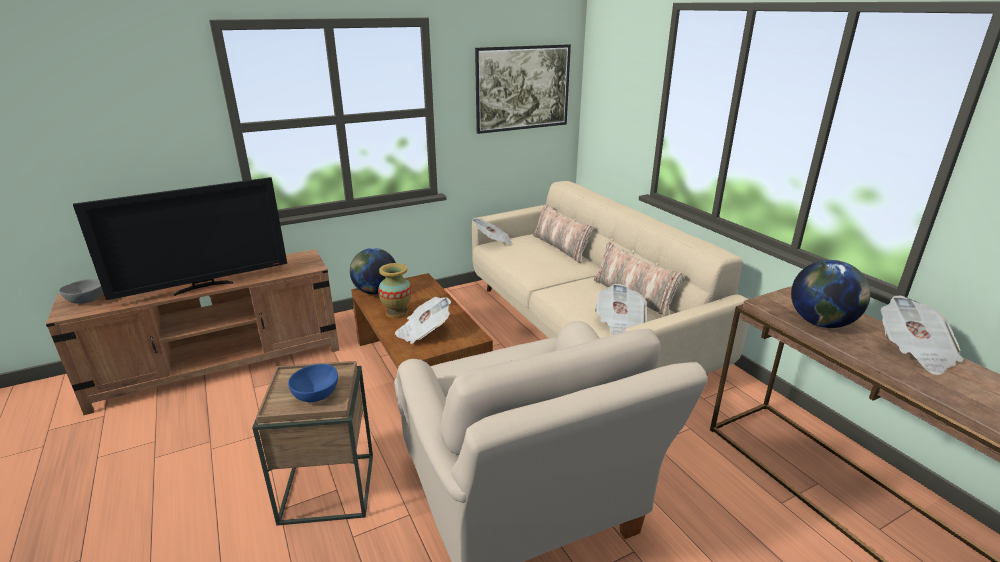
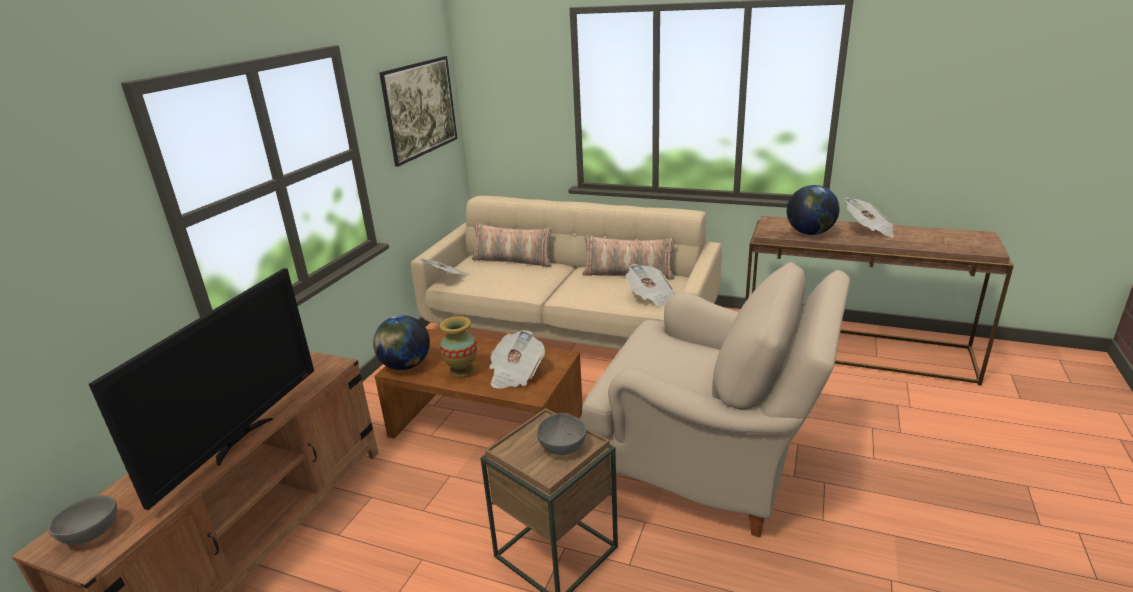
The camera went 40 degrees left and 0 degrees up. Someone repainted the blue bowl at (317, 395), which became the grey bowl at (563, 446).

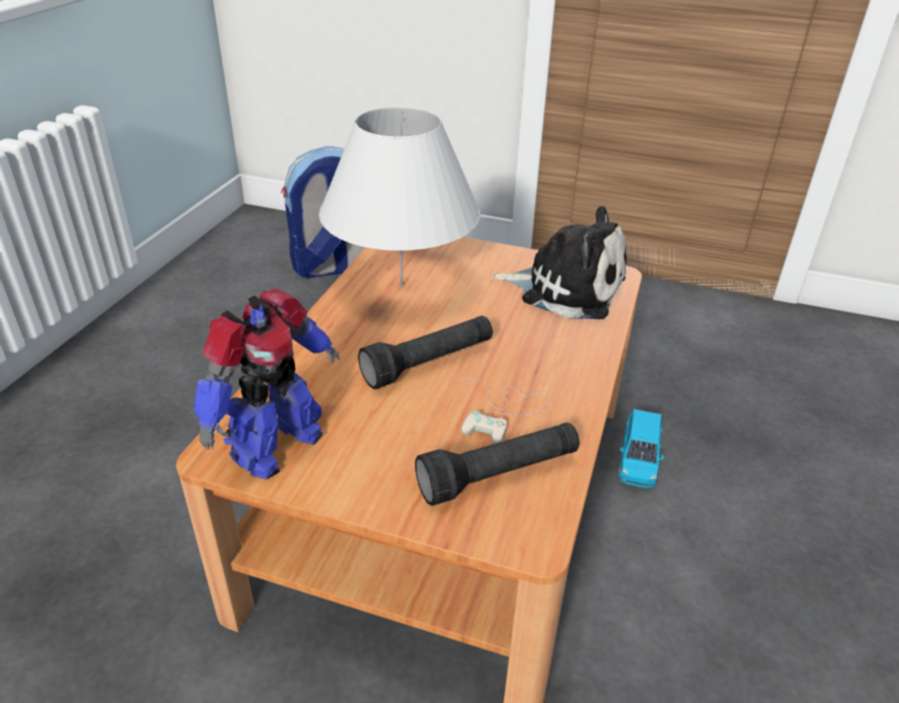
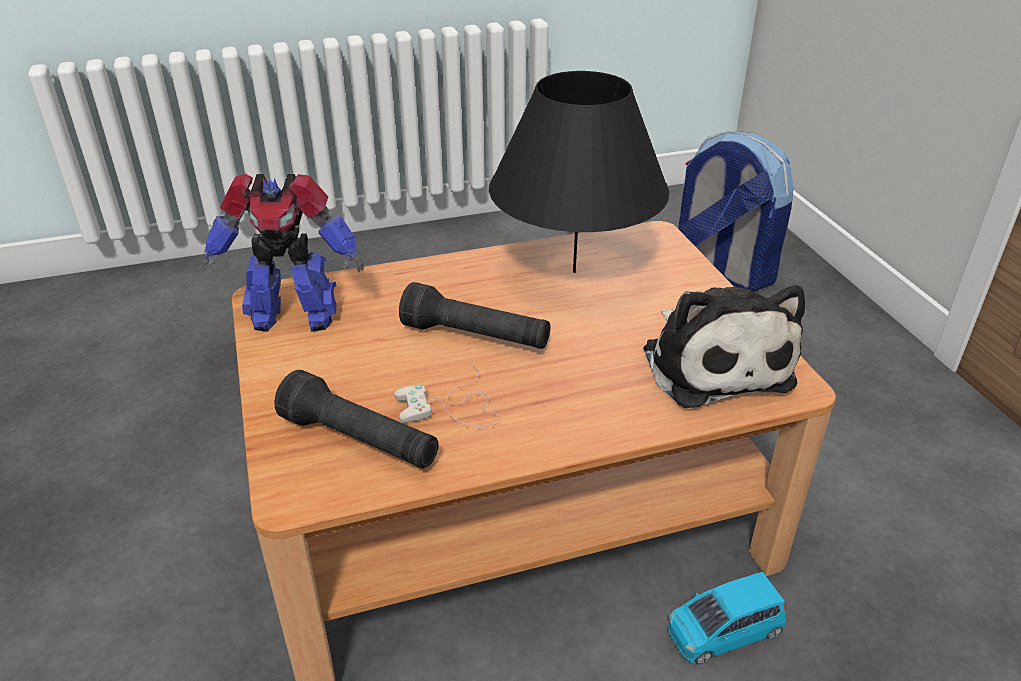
The camera went 55 degrees right and 0 degrees up. Someone repainted the white table lamp at (401, 286), which became the black table lamp at (574, 271).

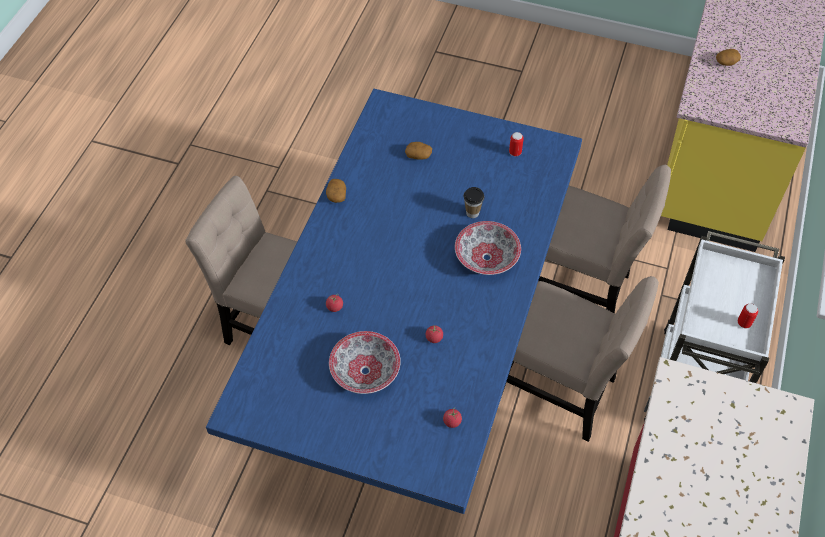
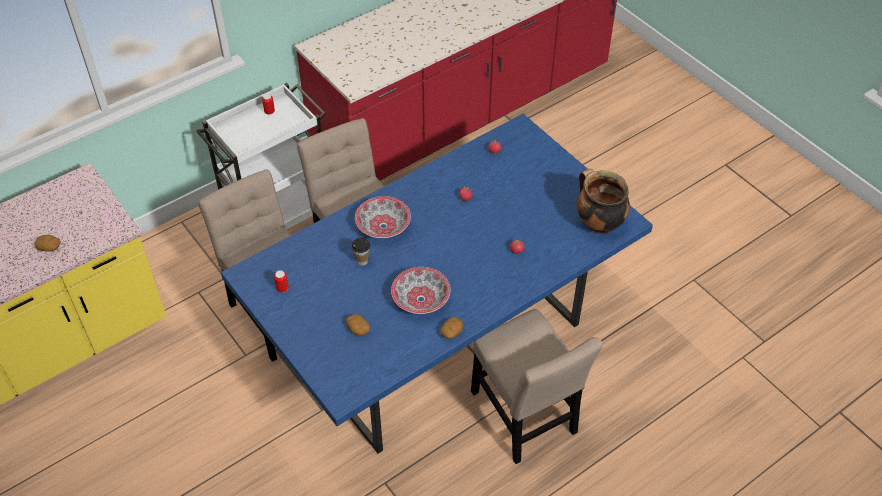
The camera went 145 degrees left and 5 degrees down. Someone carried the bowl from (364, 370) to (421, 299). Someone put down the cooking pot at (598, 223).

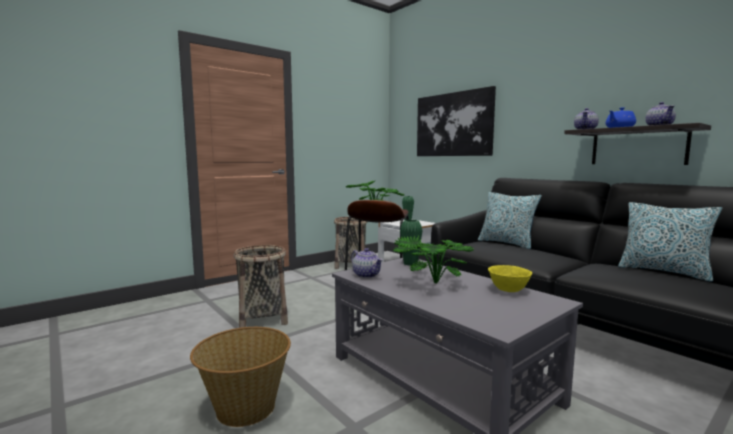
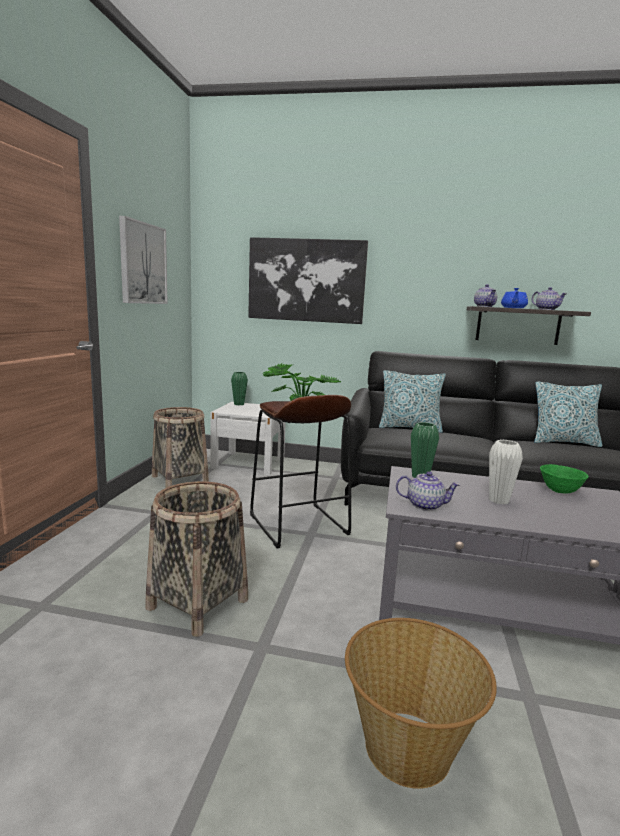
The camera went 40 degrees left and 5 degrees up. Someone put up the picture at (143, 263). Someone swapped the potted plant at (430, 283) for the white vase at (499, 500). Someone repainted the yellow bowl at (508, 290), which became the green bowl at (560, 491).

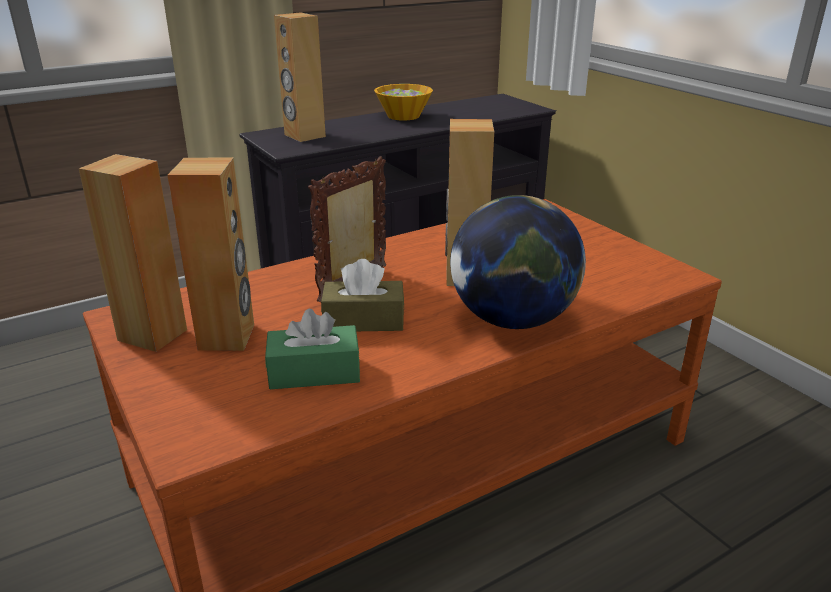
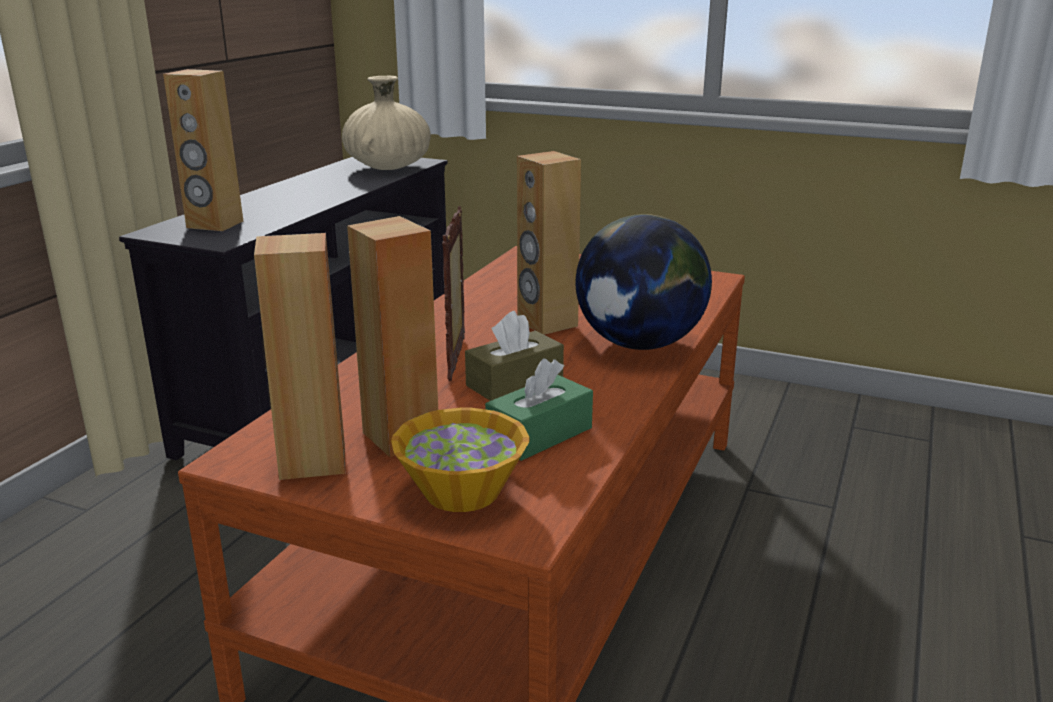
The camera went 35 degrees left and 5 degrees down. Someone put down the beige vase at (388, 167). Someone carried the bowl from (403, 116) to (461, 491).

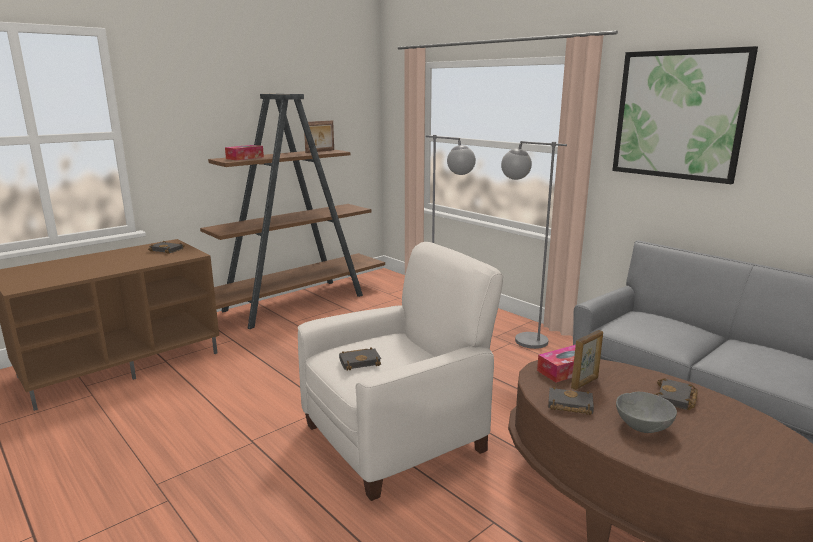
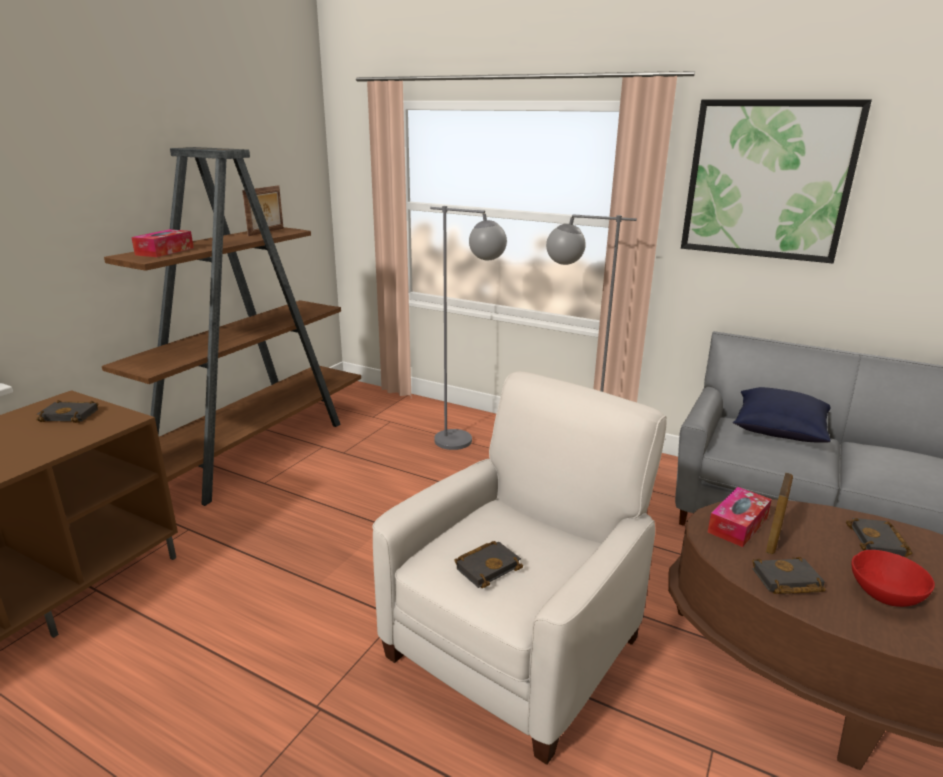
The camera went 20 degrees left and 5 degrees up. Someone put down the blue pillow at (778, 431). Someone repainted the grey bowl at (642, 426), which became the red bowl at (884, 595).

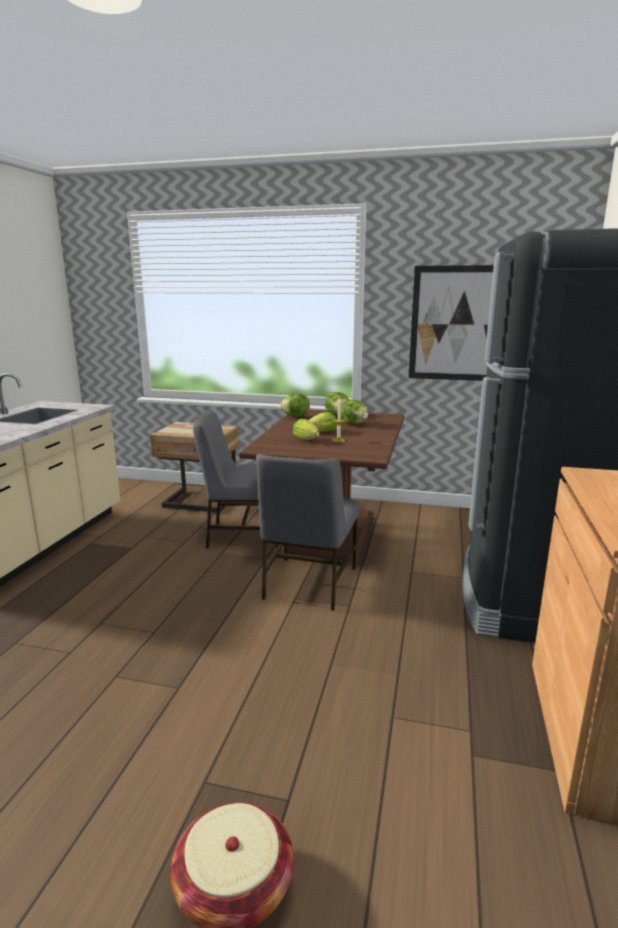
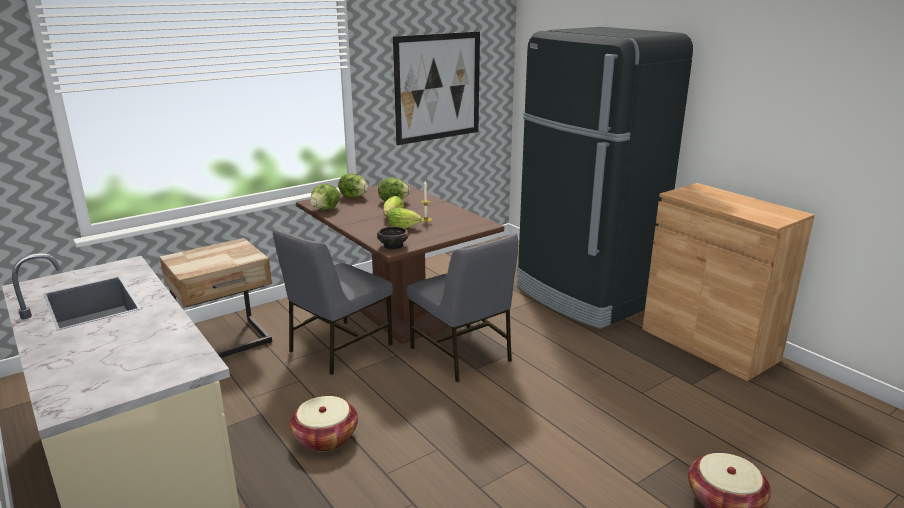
The camera went 50 degrees left and 5 degrees up. Someone put down the basket at (325, 437). Someone put down the bowl at (392, 246).

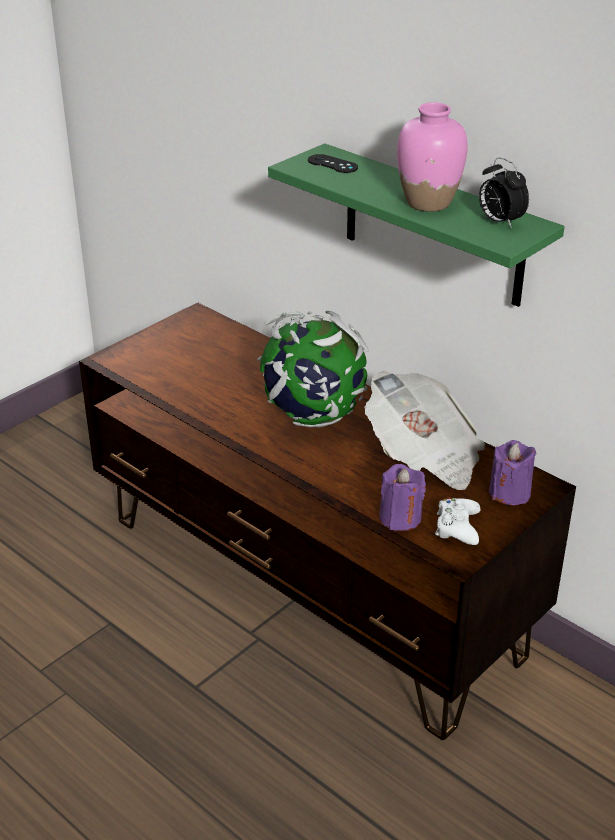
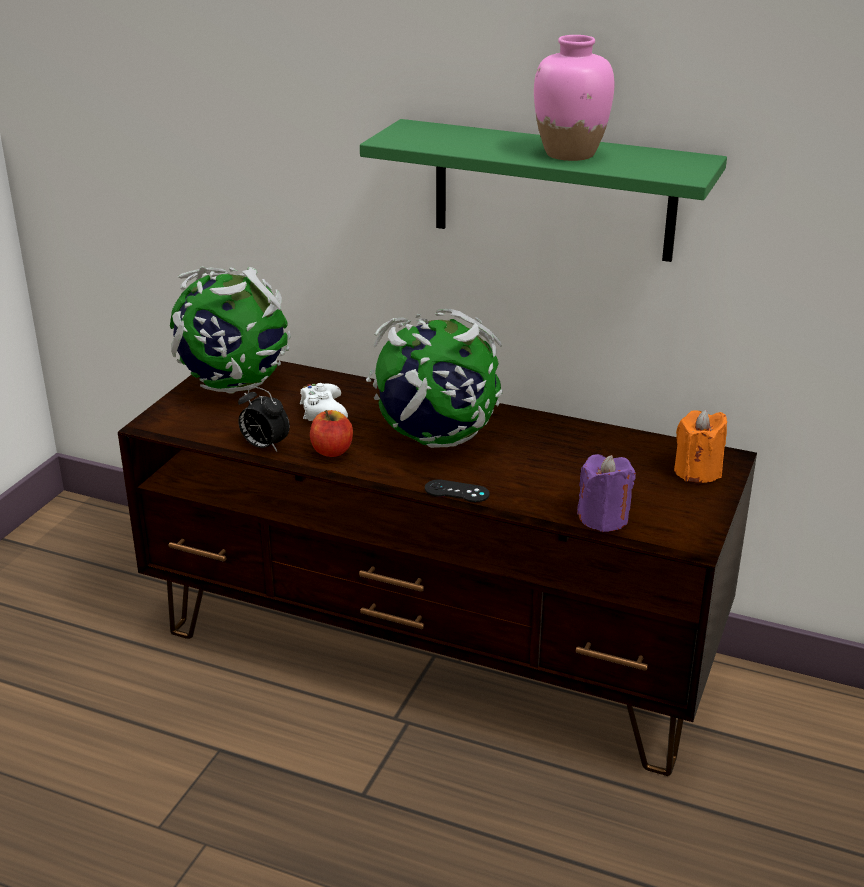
The camera went 20 degrees left and 5 degrees down. Someone put down the globe at (233, 385). Someone carried the alarm clock from (499, 222) to (264, 446). Someone carried the white game controller from (457, 527) to (323, 410). Someone put down the apple at (332, 451). Someone carried the black game controller from (332, 164) to (456, 491). Someone repainted the purple candle at (509, 493), which became the orange candle at (697, 471). Someone took away the newspaper at (424, 456).

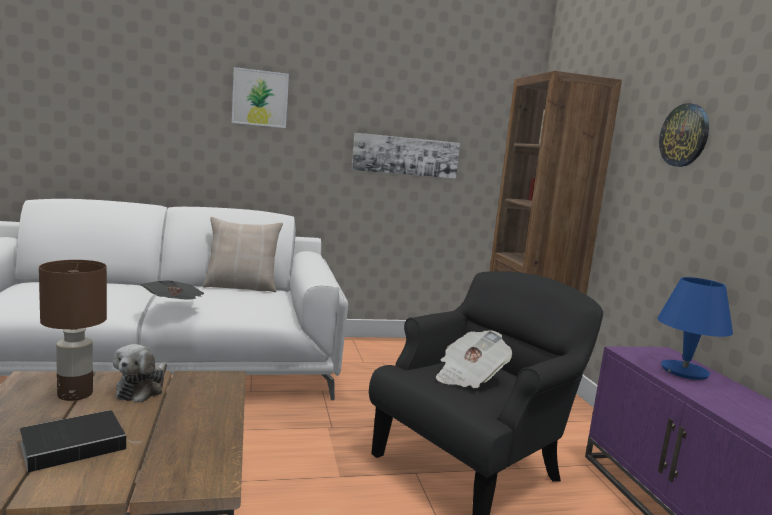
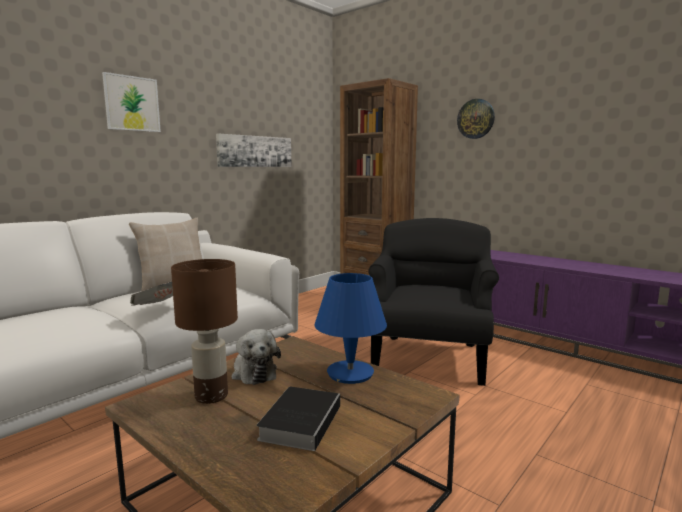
The camera went 35 degrees left and 0 degrees up. Someone carried the blue table lamp from (684, 371) to (350, 373). Someone took away the newspaper at (469, 377).

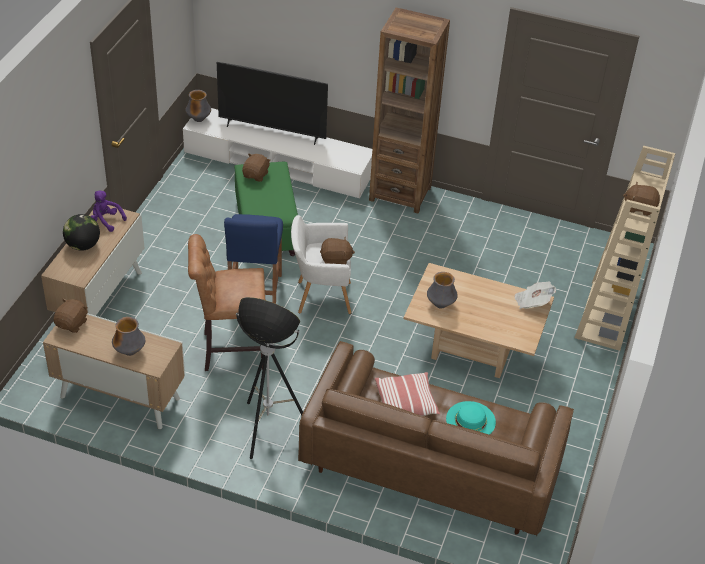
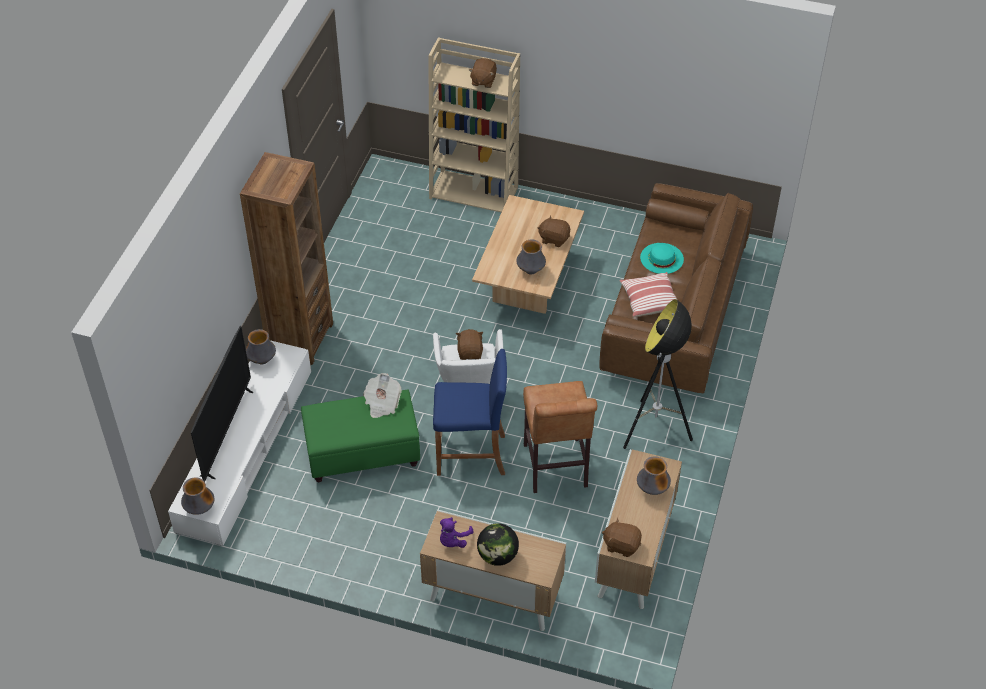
The camera went 90 degrees left and 5 degrees up. Someone put down the vase at (262, 360). Someone carried the newspaper from (532, 302) to (382, 403). Someone carried the brown plush toy from (256, 175) to (554, 239).

